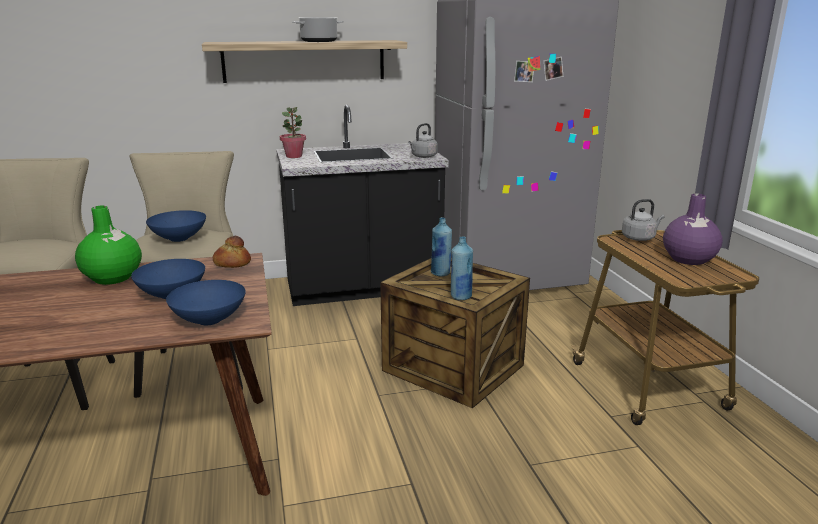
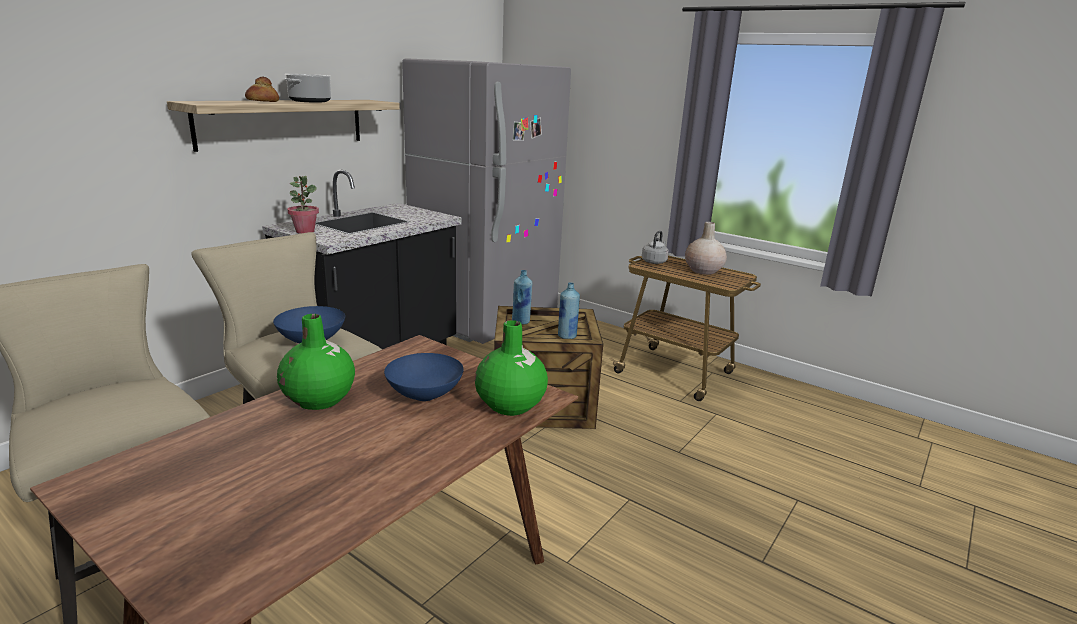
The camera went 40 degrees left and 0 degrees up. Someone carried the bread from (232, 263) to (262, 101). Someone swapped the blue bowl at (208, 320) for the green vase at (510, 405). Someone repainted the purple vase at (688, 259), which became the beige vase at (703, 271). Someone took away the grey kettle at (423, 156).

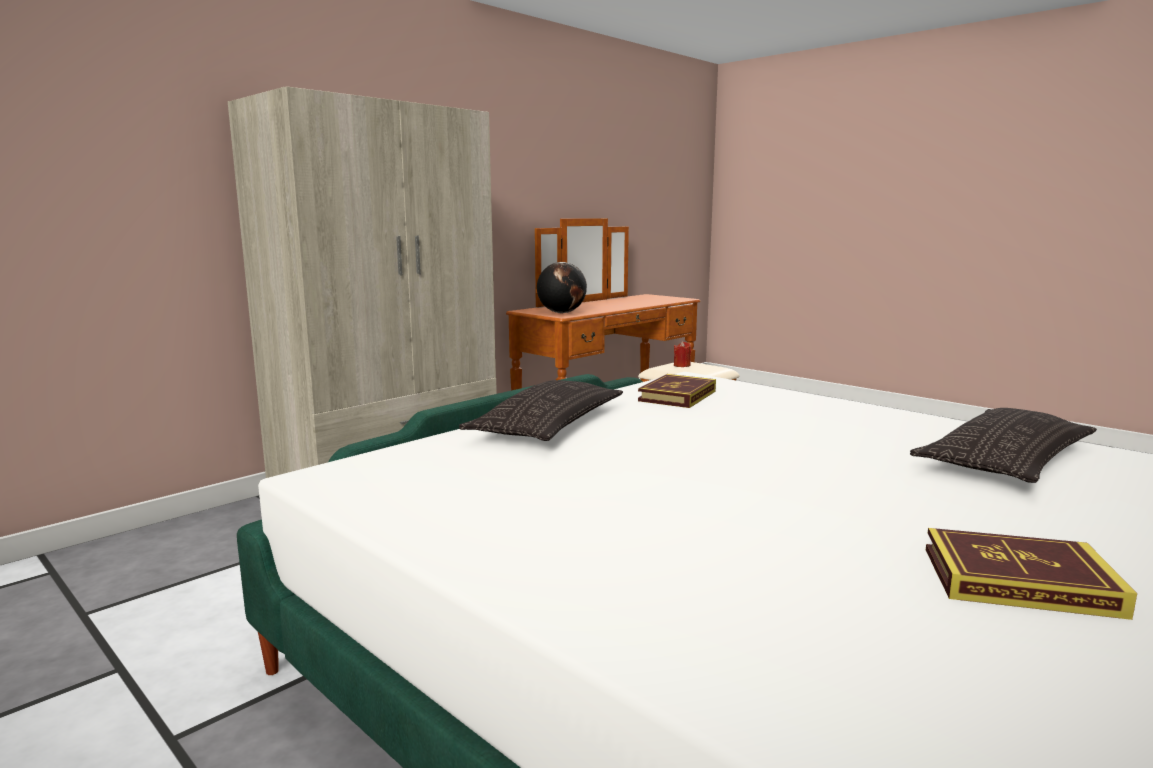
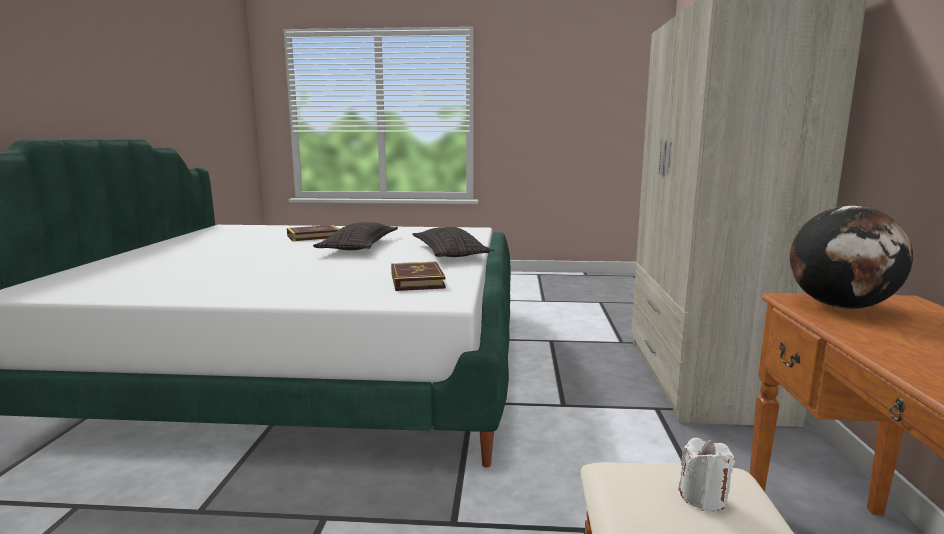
The camera went 140 degrees right and 0 degrees up. Someone carried the book from (1019, 581) to (314, 236). Someone carried the pillow from (1005, 459) to (359, 246). Someone repainted the red candle at (682, 365), which became the white candle at (703, 498).

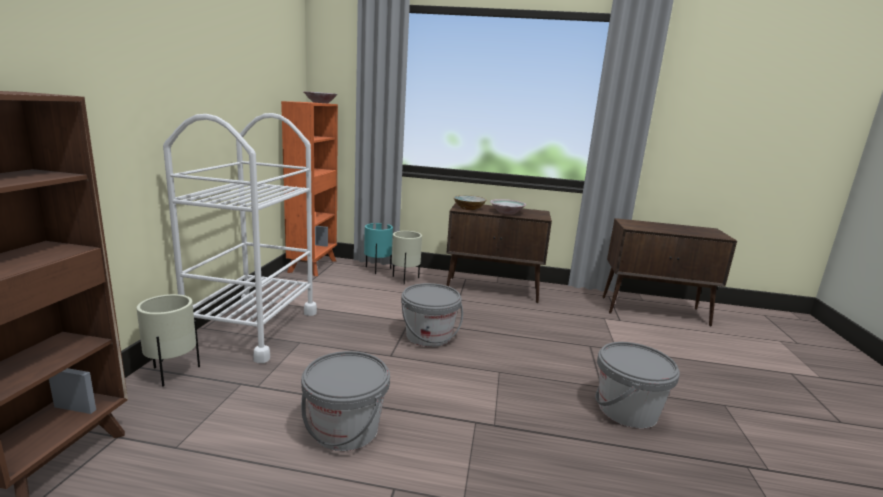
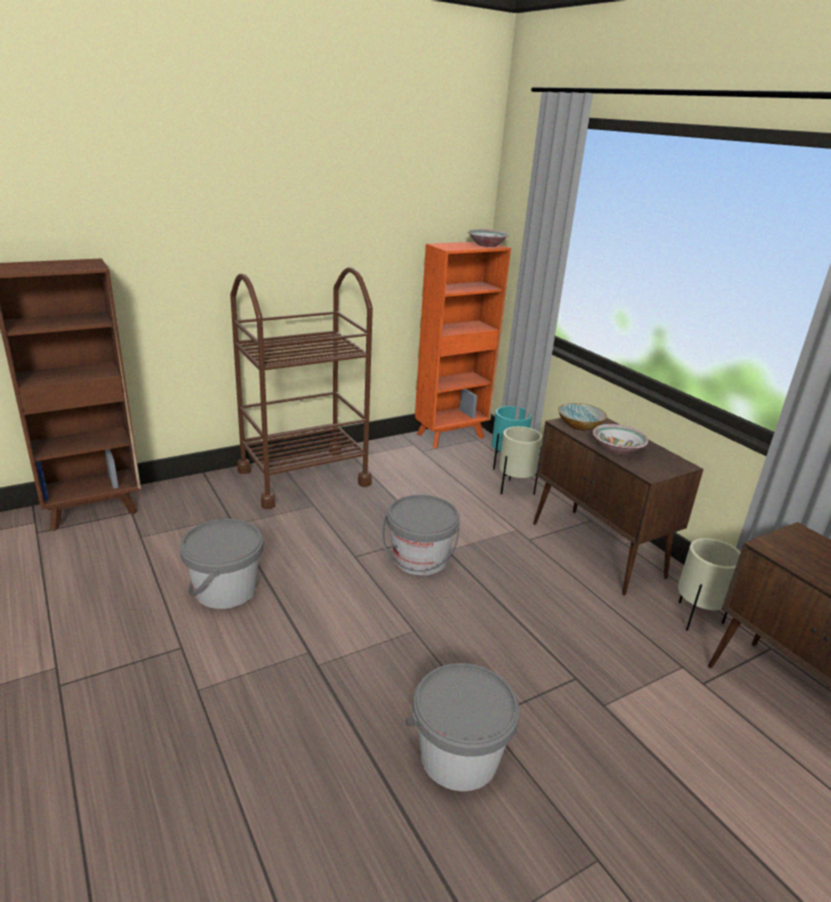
The camera went 50 degrees right and 10 degrees up. Someone repainted the white cart at (253, 329), which became the brown cart at (303, 477). Someone carried the beige planter from (173, 373) to (696, 619).

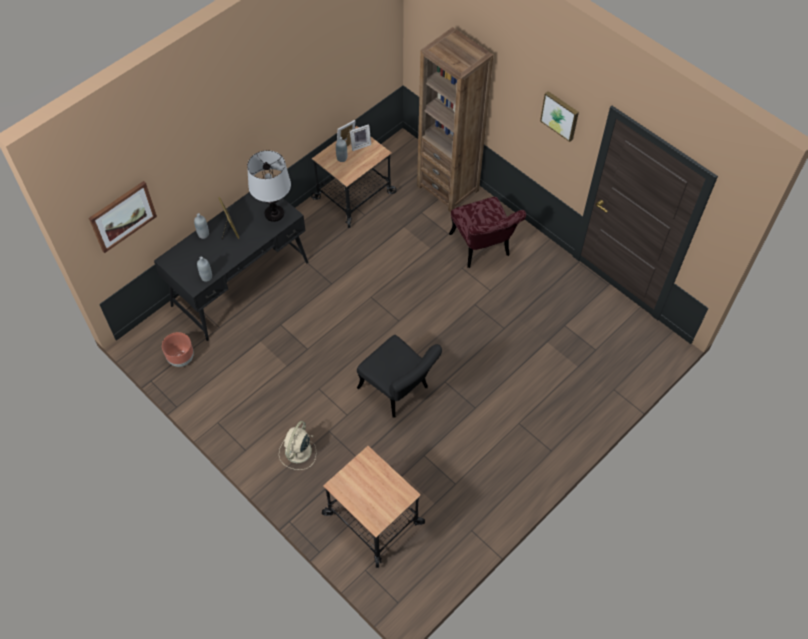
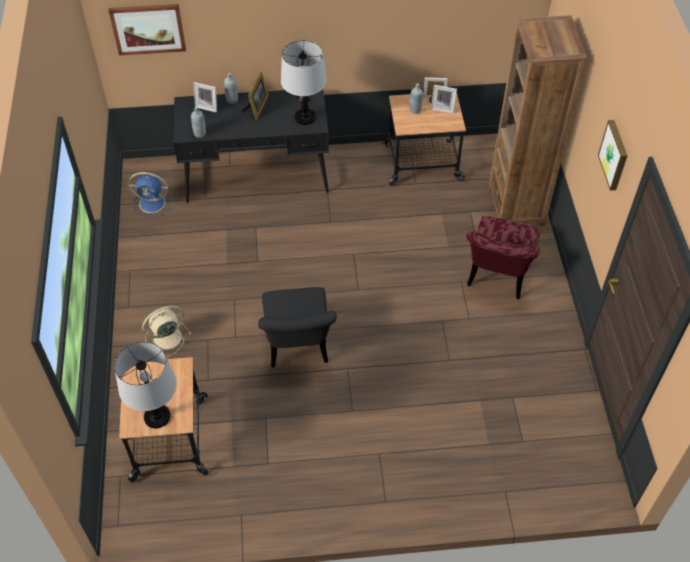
The camera went 40 degrees right and 5 degrees down. Someone put down the table lamp at (156, 416). Someone swapped the brown planter at (181, 358) for the blue fan at (153, 203). Someone put down the picture frame at (207, 106).

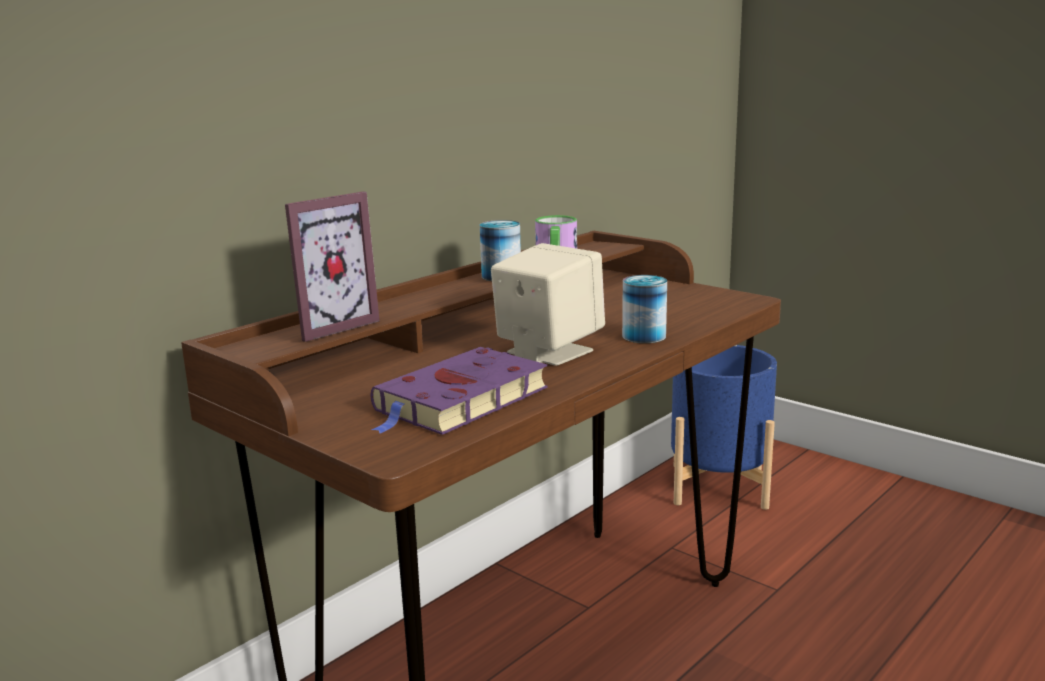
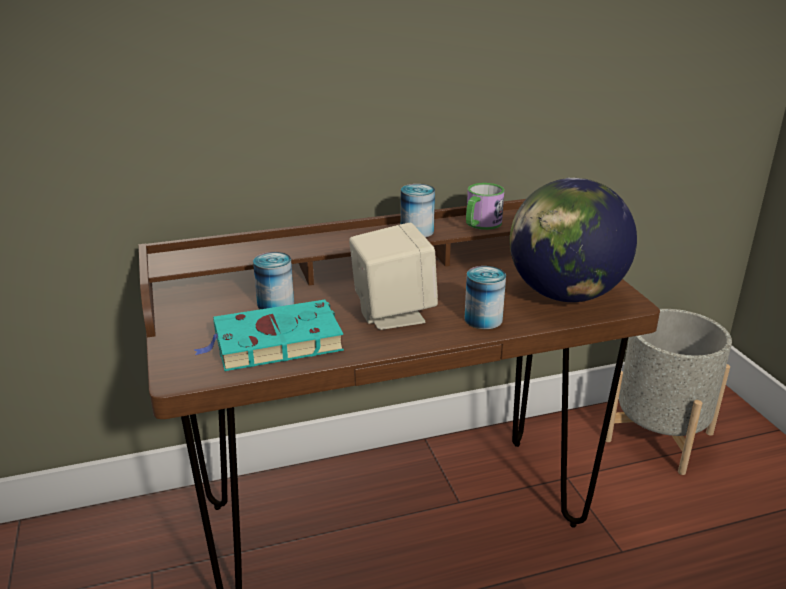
The camera went 30 degrees right and 10 degrees up. Someone repainted the purple book at (459, 401), which became the turquoise book at (274, 343). Someone put down the can at (275, 303). Someone put down the globe at (565, 295). Someone repainted the blue planter at (719, 486), which became the grey planter at (658, 436). Someone took away the picture frame at (329, 326).

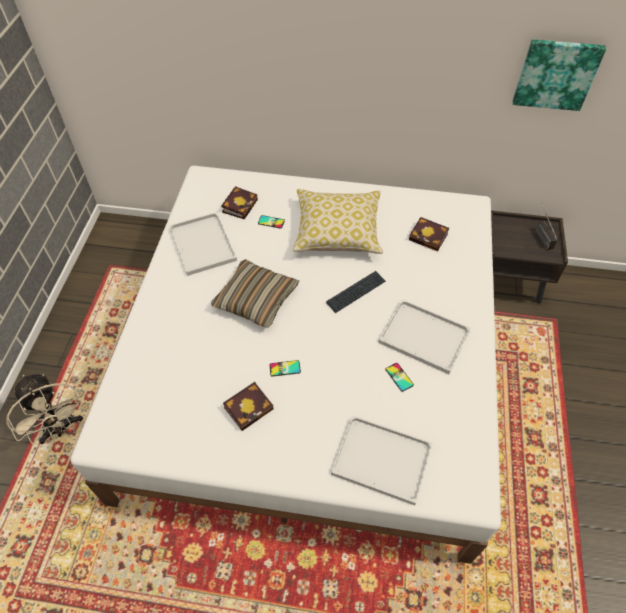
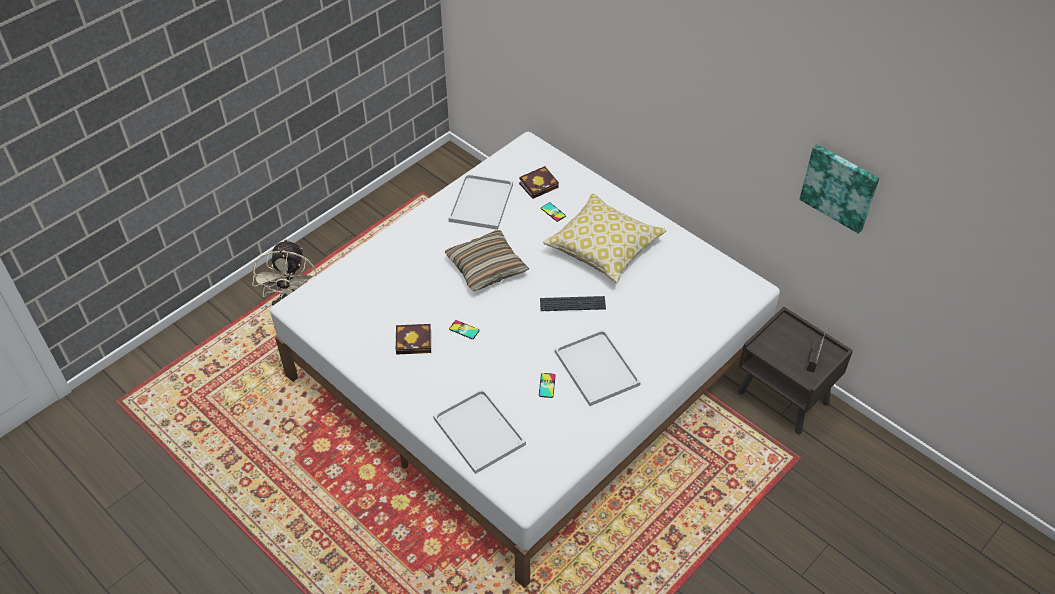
The camera went 35 degrees right and 5 degrees down. Someone took away the book at (430, 237).

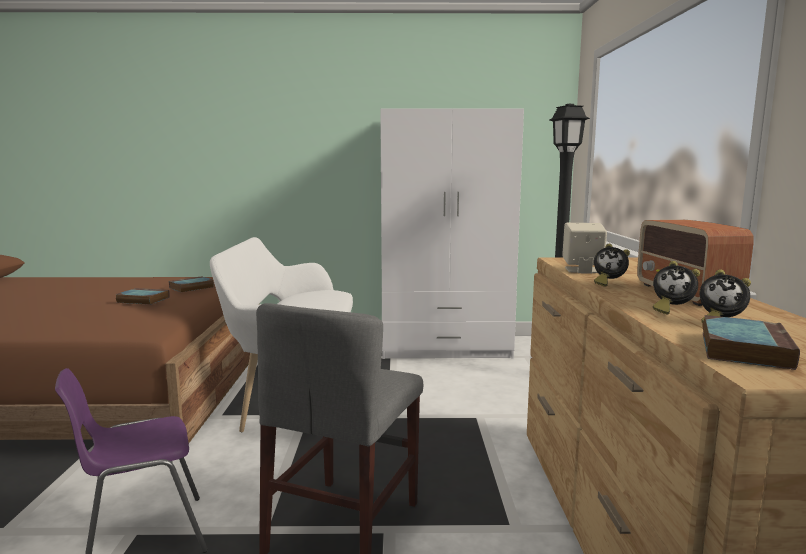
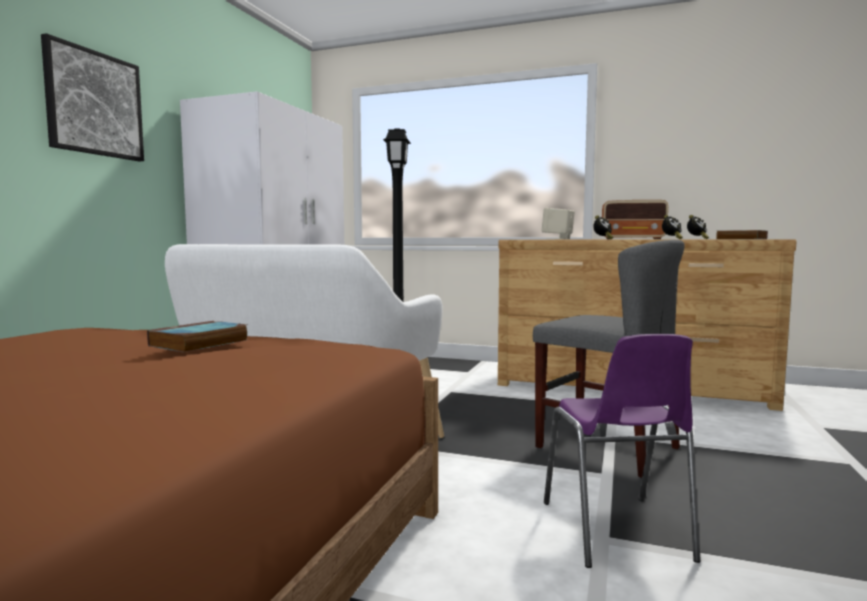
The camera went 70 degrees left and 5 degrees down. Someone put up the picture at (94, 103). Someone took away the book at (191, 287).

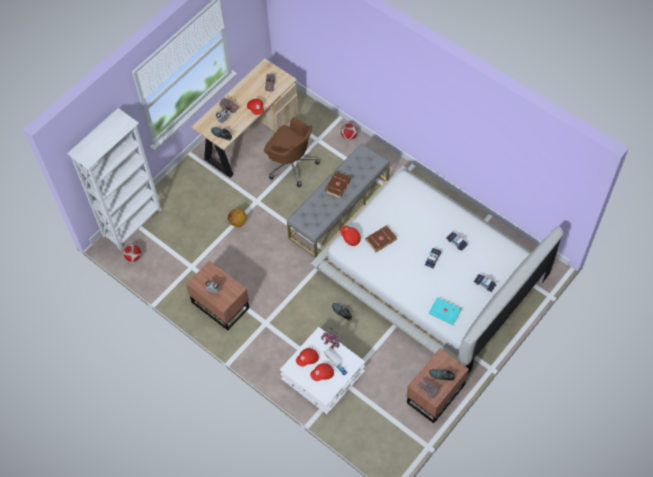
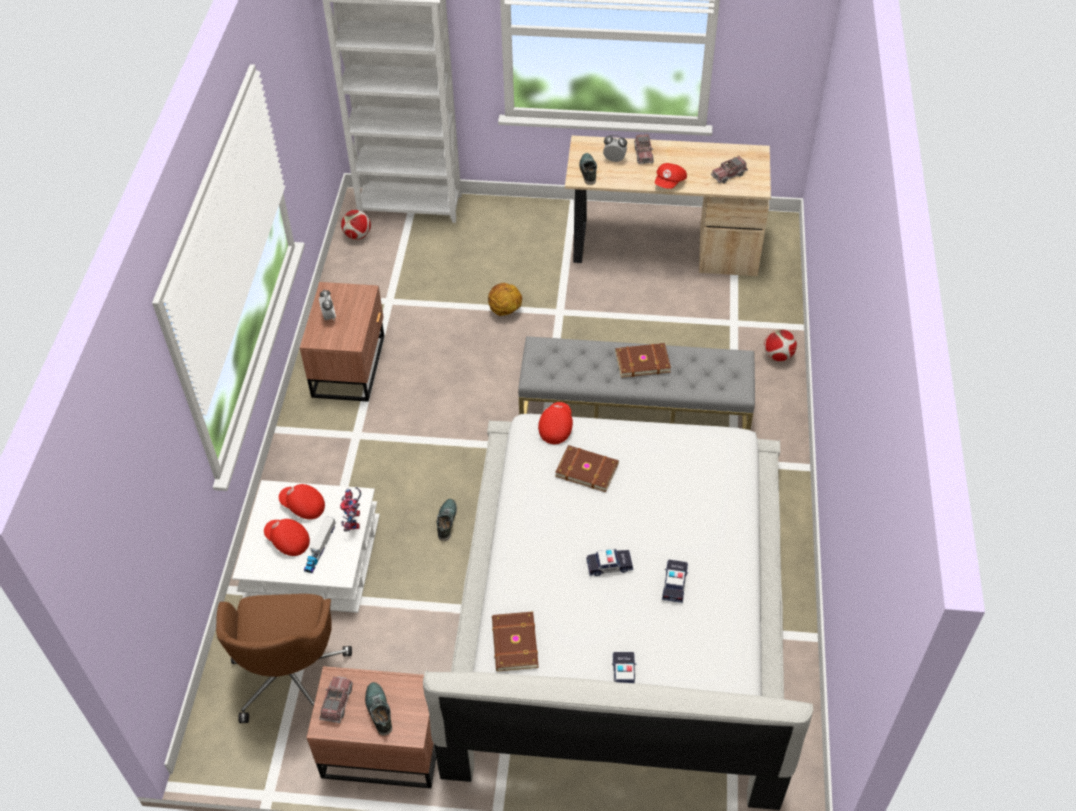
The camera went 55 degrees right and 10 degrees down. Someone carried the brown office chair from (291, 164) to (290, 674). Someone repainted the turquoise book at (444, 312), which became the brown book at (513, 643).

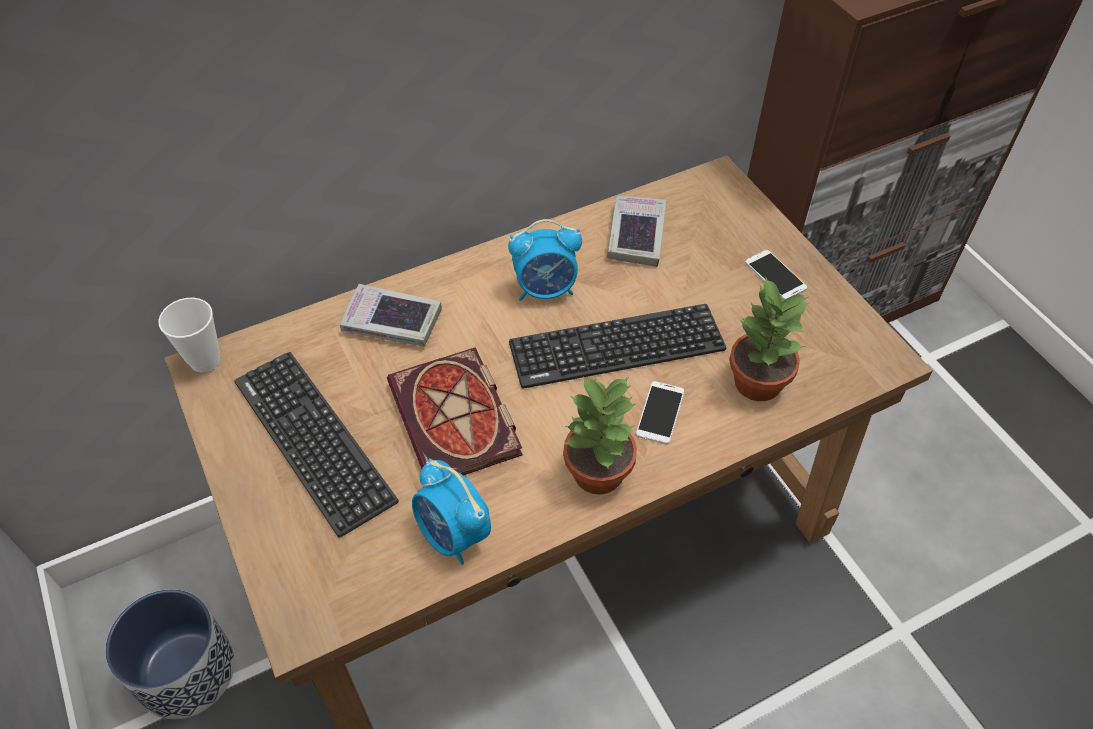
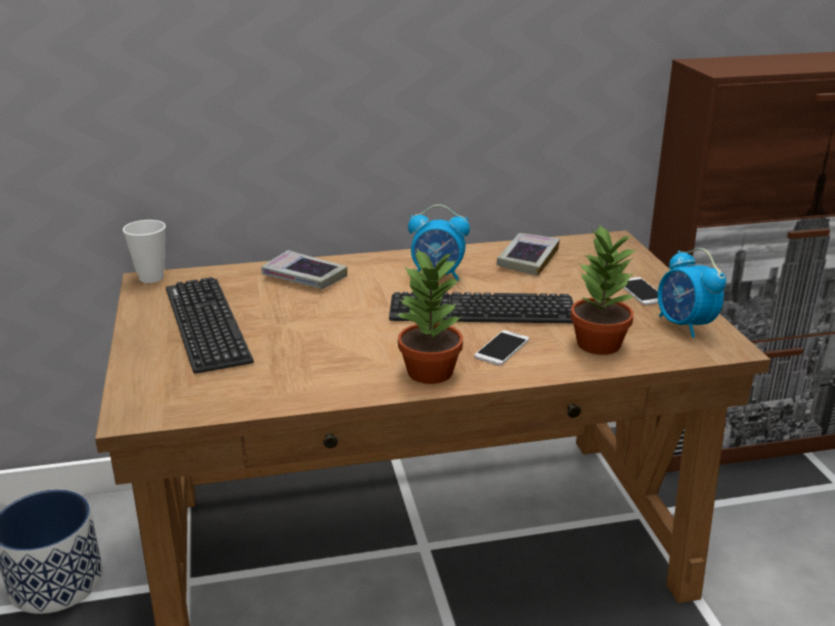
The camera went 15 degrees right and 25 degrees down. Someone carried the alarm clock from (453, 535) to (684, 325). Someone took away the book at (458, 420).

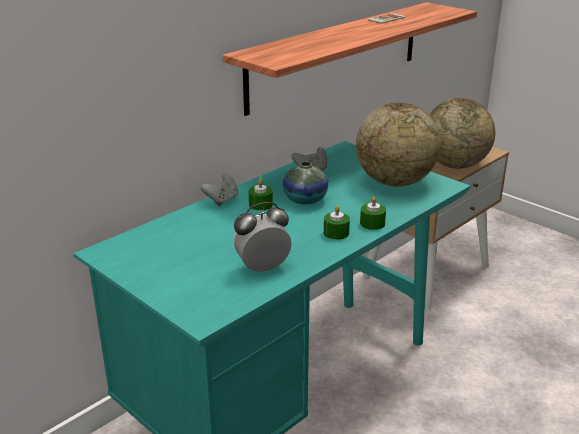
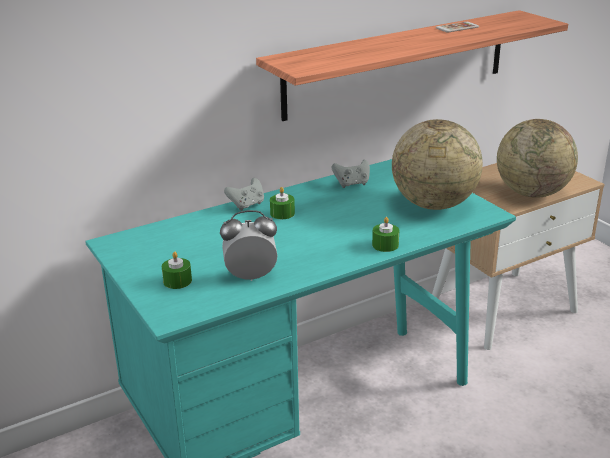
The camera went 15 degrees right and 0 degrees up. Someone carried the green candle from (336, 233) to (177, 281). Someone took away the vase at (305, 199).

